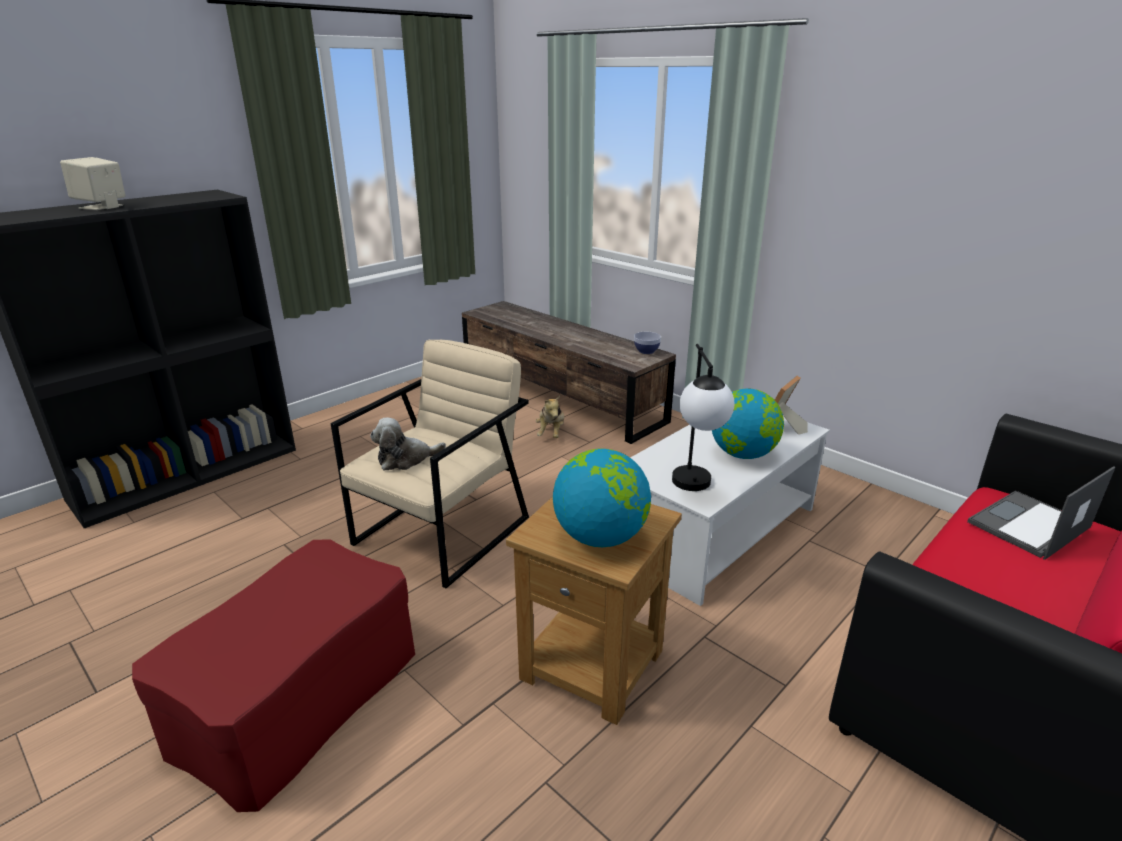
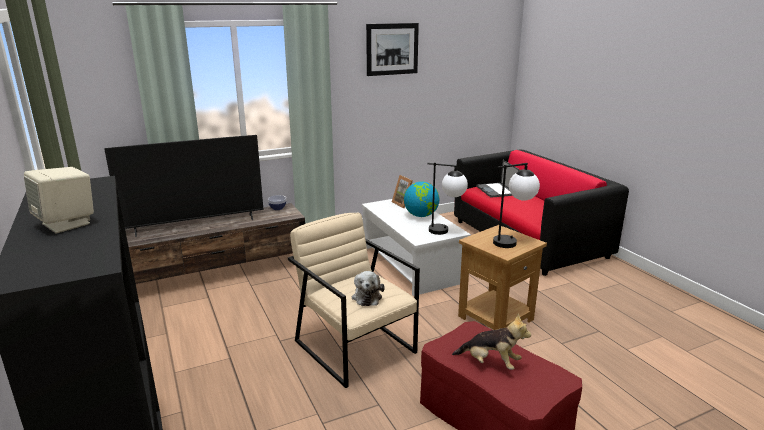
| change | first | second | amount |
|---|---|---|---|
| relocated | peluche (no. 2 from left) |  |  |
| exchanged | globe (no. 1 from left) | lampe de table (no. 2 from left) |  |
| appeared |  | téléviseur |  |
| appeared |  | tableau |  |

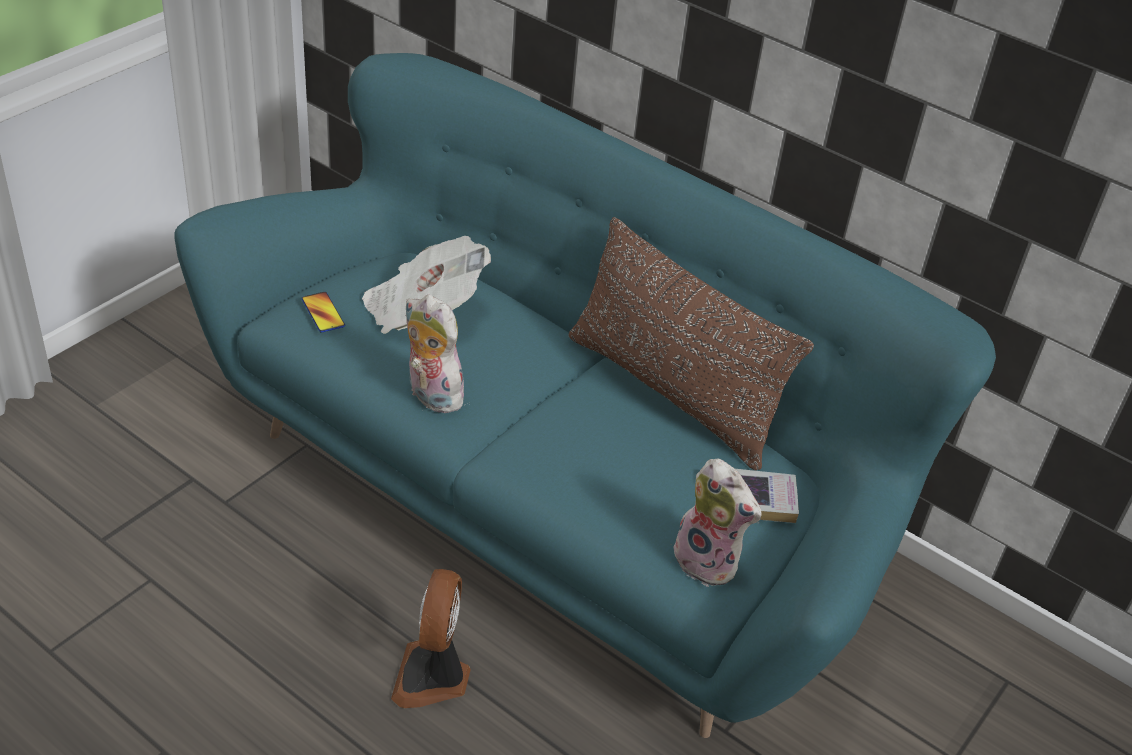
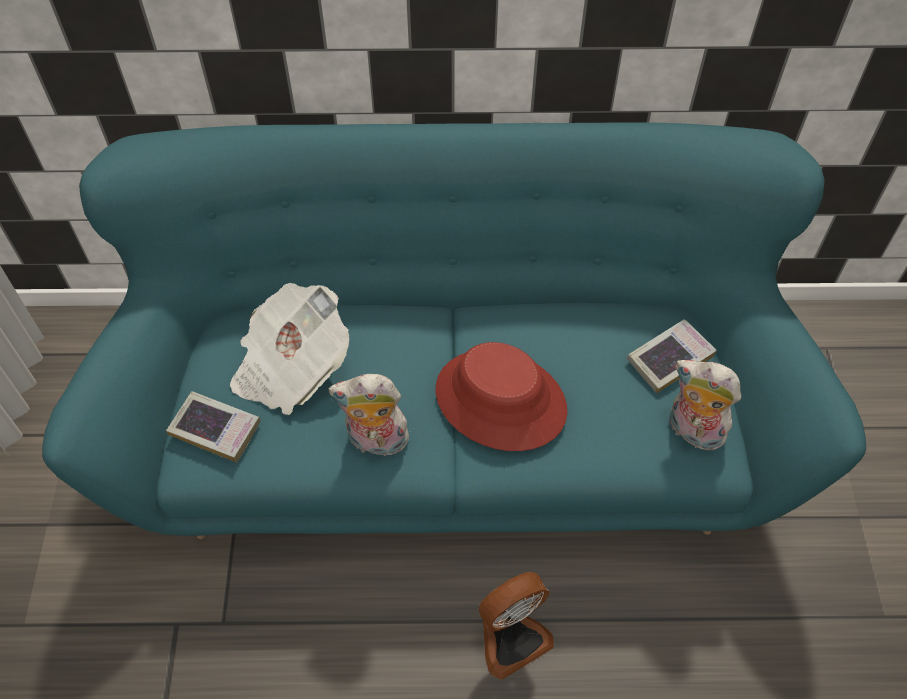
| change | first | second | amount |
|---|---|---|---|
| exchanged | téléphone | livre (no. 1 from left) |  |
| spun | ventilateur |  | 90 degrees counterclockwise |
| missing | coussin (marron) |  |  |
| spun | peluche (no. 2 from left) |  | 150 degrees counterclockwise |
| appeared |  | chapeau (rouge) |  |

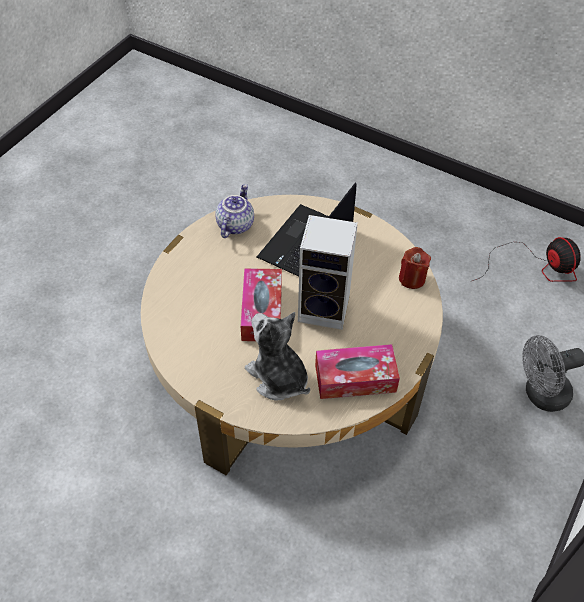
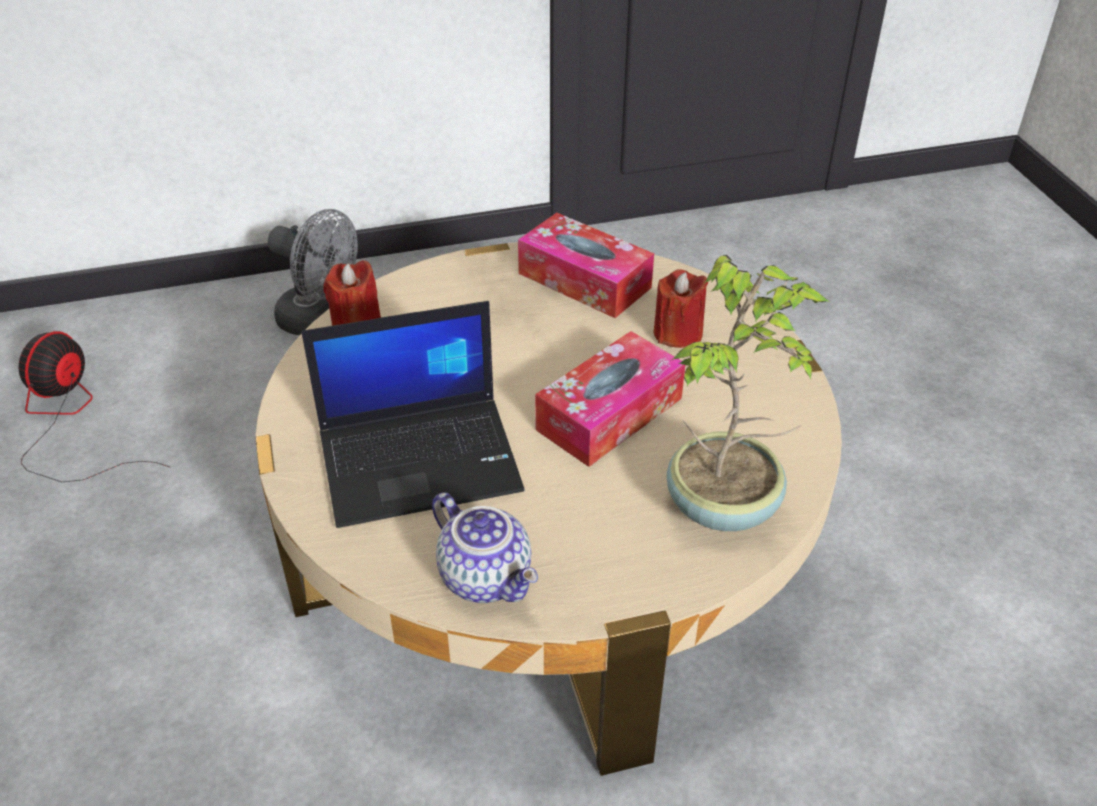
| change | first | second | amount |
|---|---|---|---|
| spun | théière |  | 105 degrees counterclockwise |
| exchanged | peluche | bougie (rouge) (no. 2 from left) |  |
| missing | enceinte |  |  |
| appeared |  | plante en pot |  |

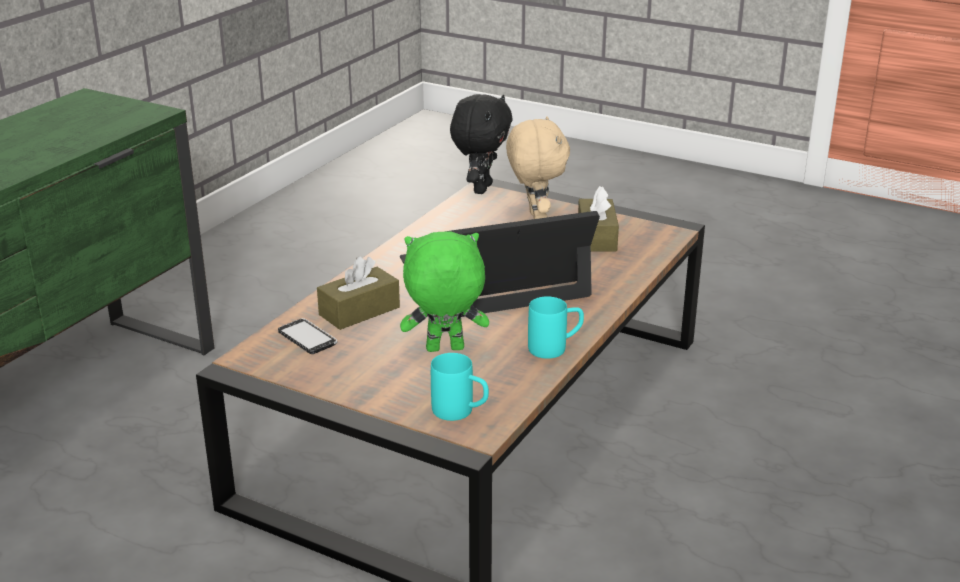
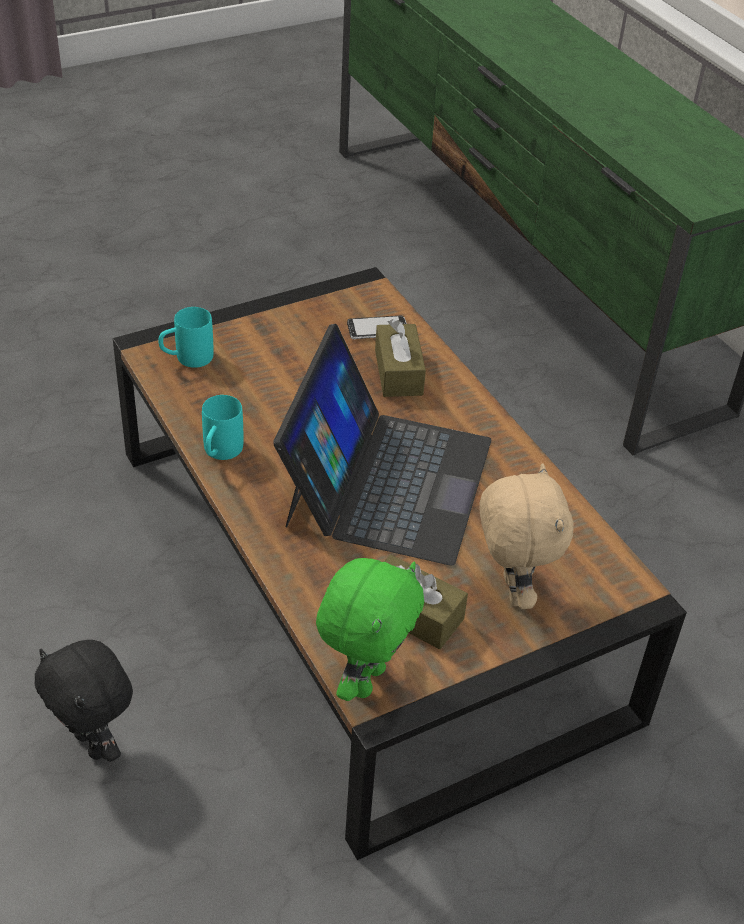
| change | first | second | amount |
|---|---|---|---|
| relocated | peluche (vert) |  |  |
| relocated | peluche (noir) |  |  |
| spun | peluche (beige) |  | 120 degrees counterclockwise |

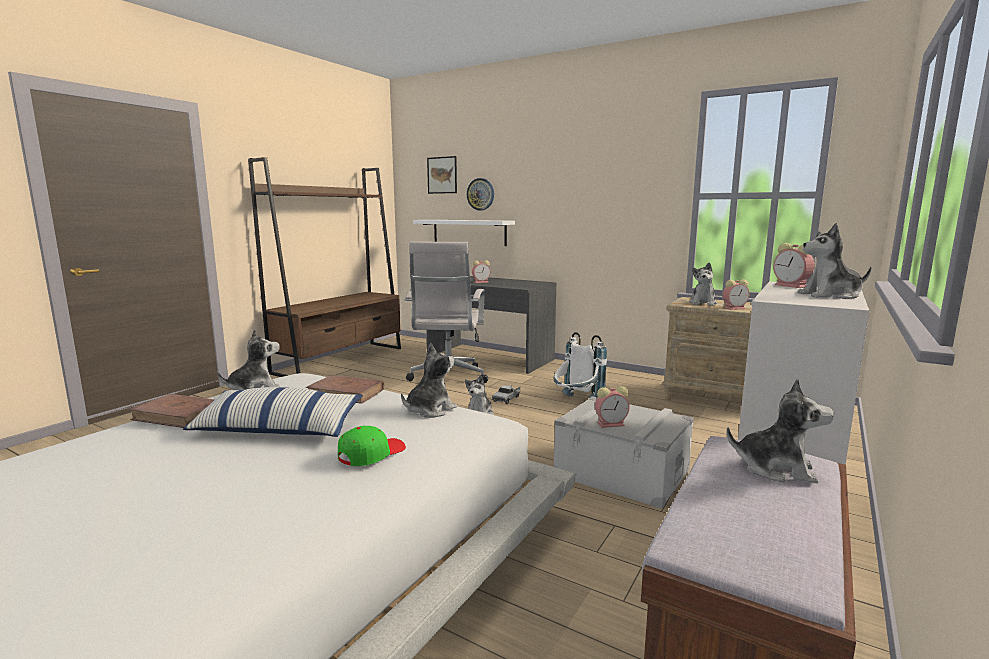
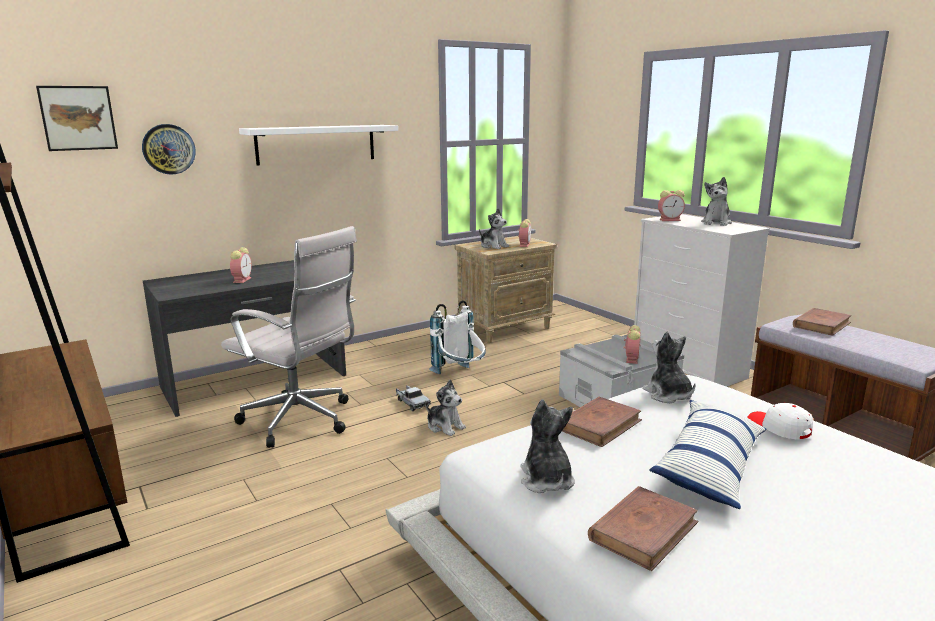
| change | first | second | amount |
|---|---|---|---|
| colour | casquette (vert) | casquette (blanc) |  |
| relocated | étagère (blanc) |  |  |
| exchanged | peluche (no. 5 from left) | livre (marron) (no. 3 from left) |  |

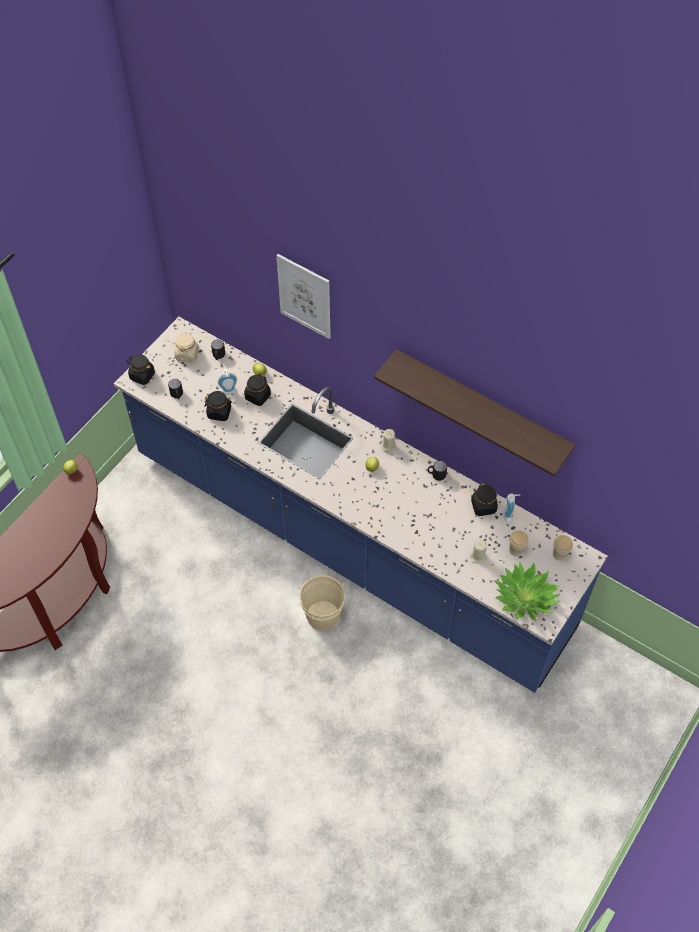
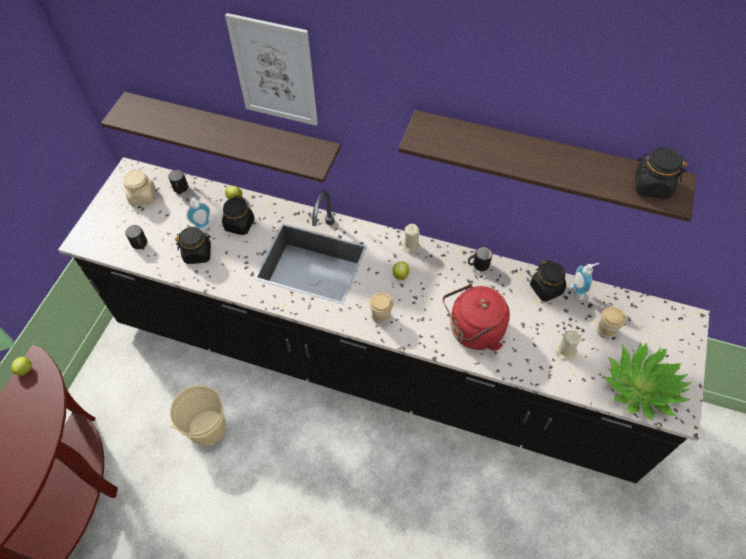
| change | first | second | amount |
|---|---|---|---|
| colour | comptoir de cuisine (bleu) | comptoir de cuisine (noir) |  |
| relocated | bocal (noir) (no. 1 from left in the first image) | bocal (noir) (no. 4 from left) |  |
| relocated | seau (beige) |  |  |
| relocated | tasse (no. 2 from left in the first image) | tasse (no. 1 from left) |  |
| appeared |  | étagère (no. 1 from left) |  |
| appeared |  | bouilloire (rouge) |  |

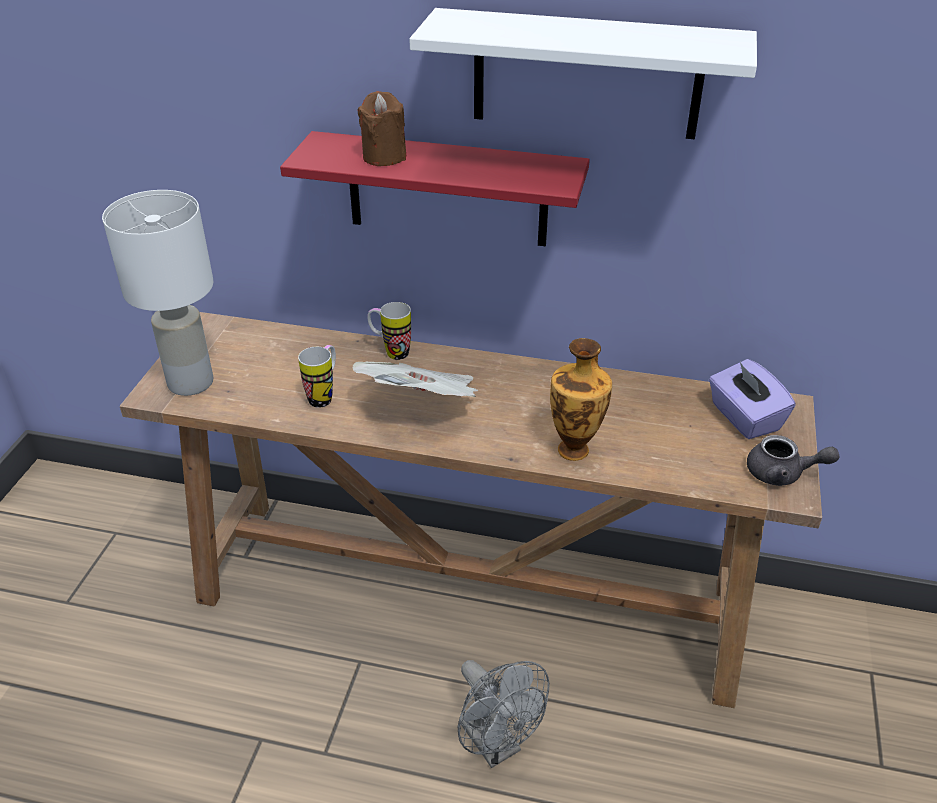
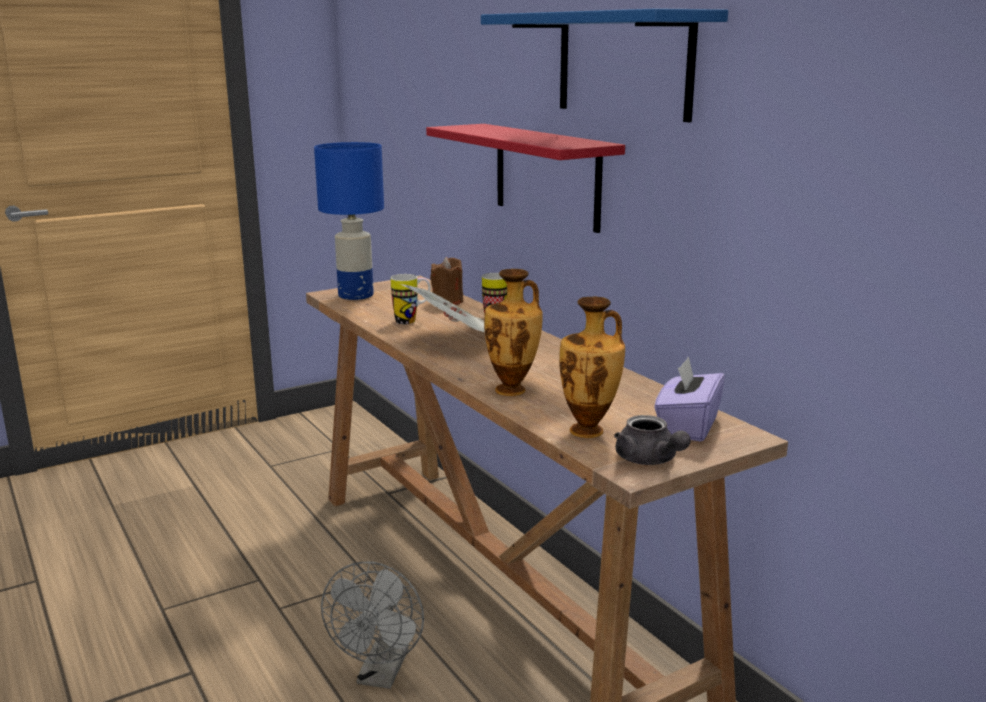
| change | first | second | amount |
|---|---|---|---|
| colour | lampe de table (blanc) | lampe de table (bleu) |  |
| relocated | bougie (marron) |  |  |
| colour | étagère (blanc) | étagère (bleu) |  |
| appeared |  | vase (no. 2 from left) |  |

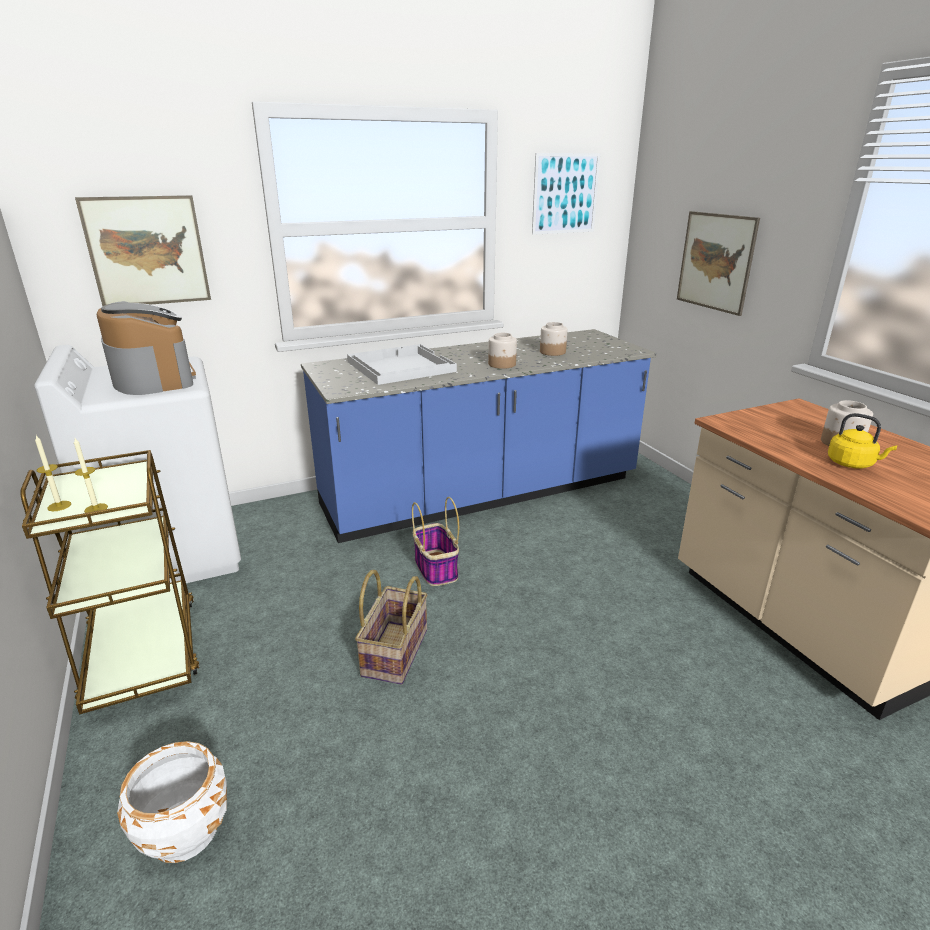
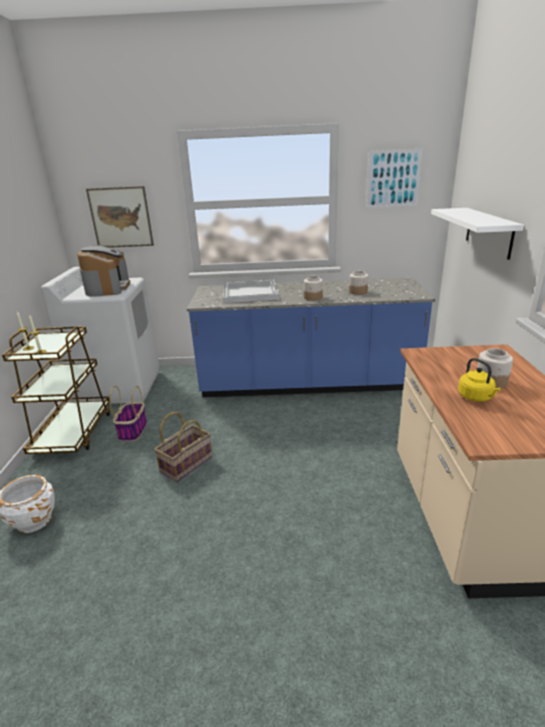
| change | first | second | amount |
|---|---|---|---|
| relocated | panier (no. 2 from left in the first image) | panier (no. 1 from left) |  |
| exchanged | tableau (no. 3 from left) | étagère (blanc) |  |

